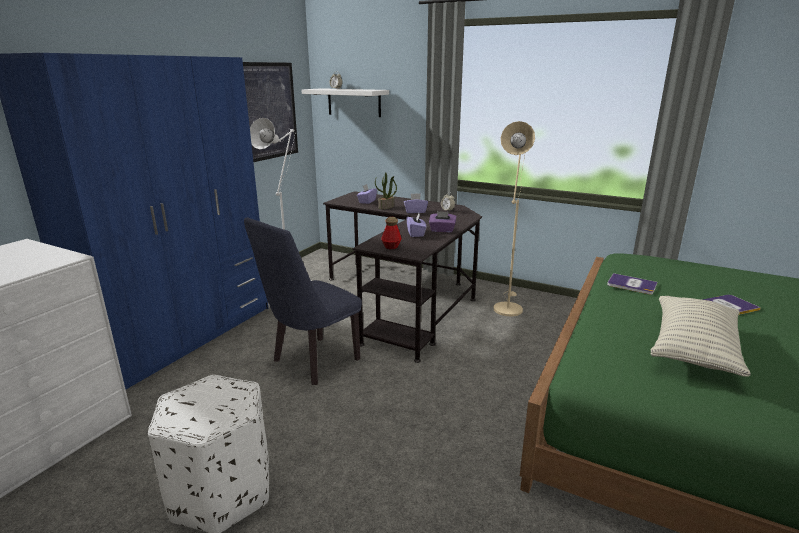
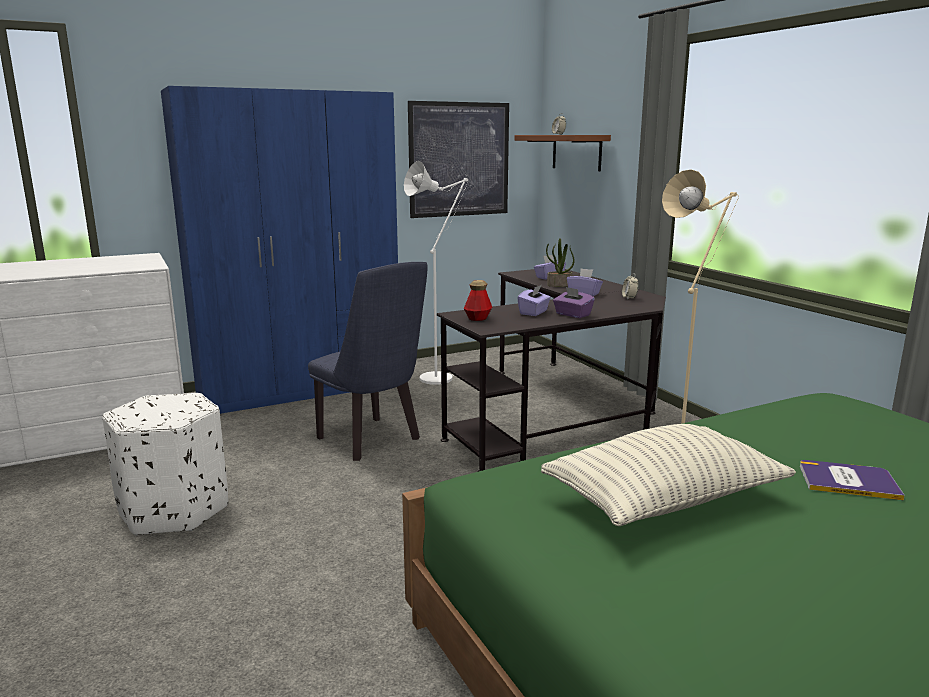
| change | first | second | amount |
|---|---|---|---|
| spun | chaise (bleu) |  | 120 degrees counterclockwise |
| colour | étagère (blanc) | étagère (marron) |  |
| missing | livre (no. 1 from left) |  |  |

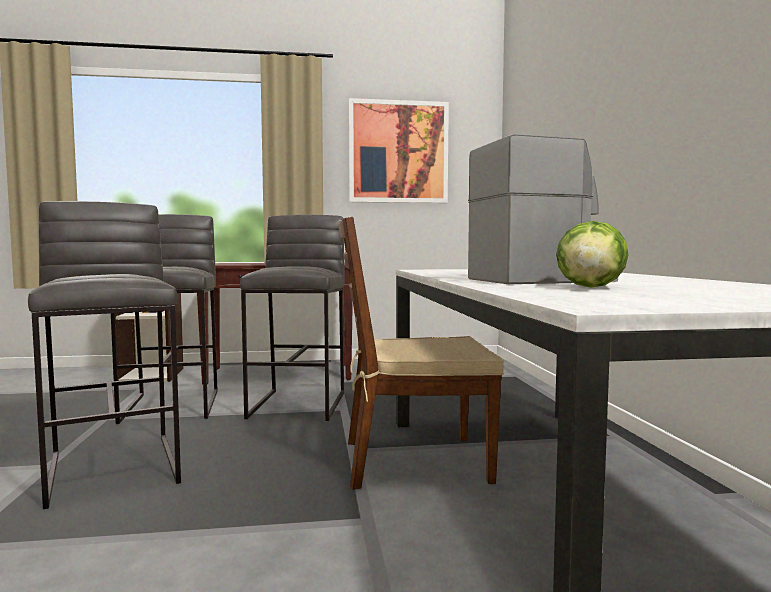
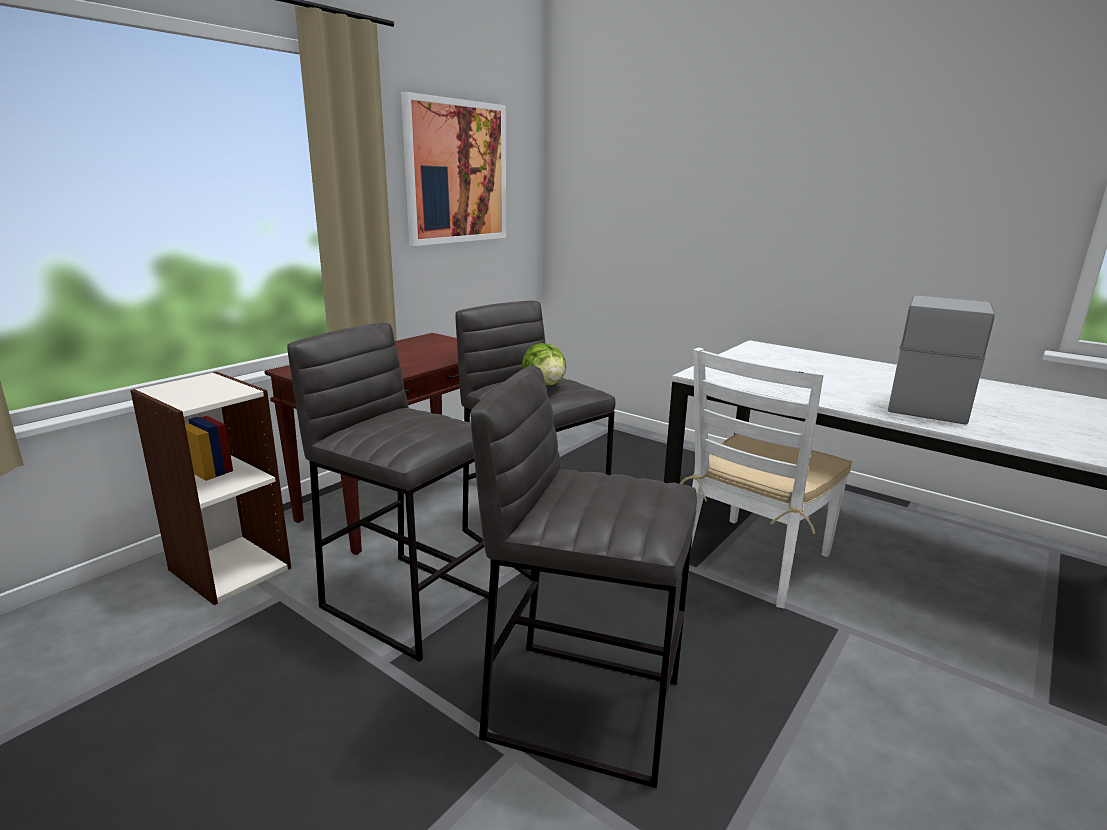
| change | first | second | amount |
|---|---|---|---|
| colour | chaise (marron) | chaise (blanc) |  |
| relocated | laitue |  |  |

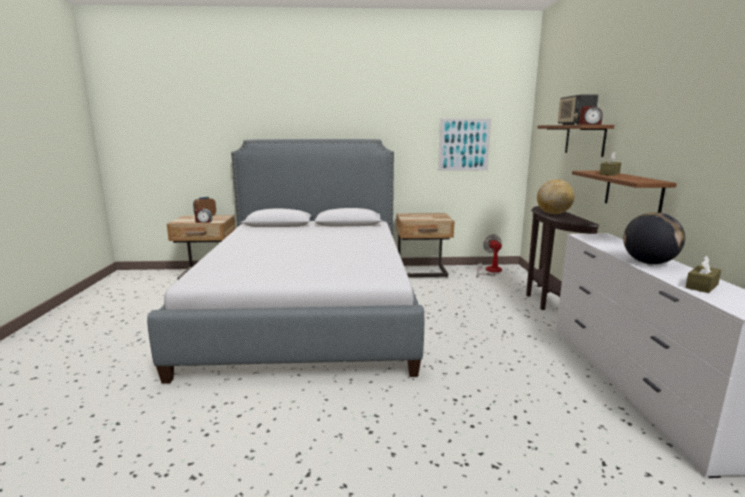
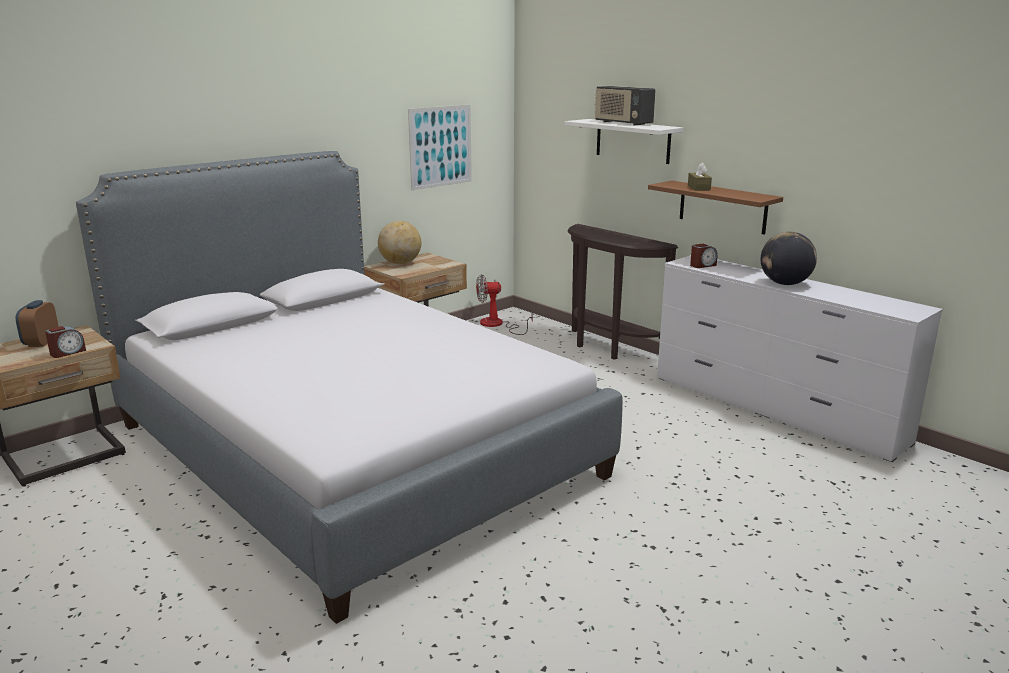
| change | first | second | amount |
|---|---|---|---|
| spun | ventilateur |  | 45 degrees counterclockwise |
| colour | étagère (marron) (no. 1 from left) | étagère (blanc) |  |
| relocated | globe (no. 1 from left) |  |  |
| relocated | réveil (no. 3 from left) |  |  |
| missing | boîte à mouchoirs (marron) (no. 2 from left) |  |  |

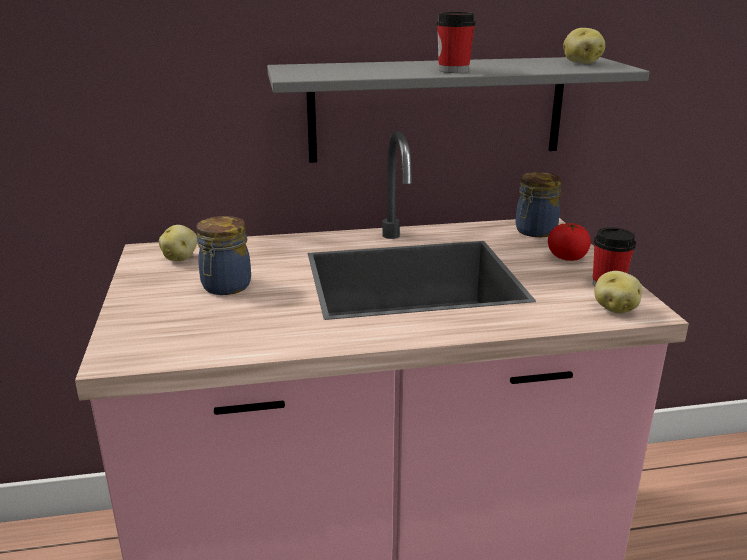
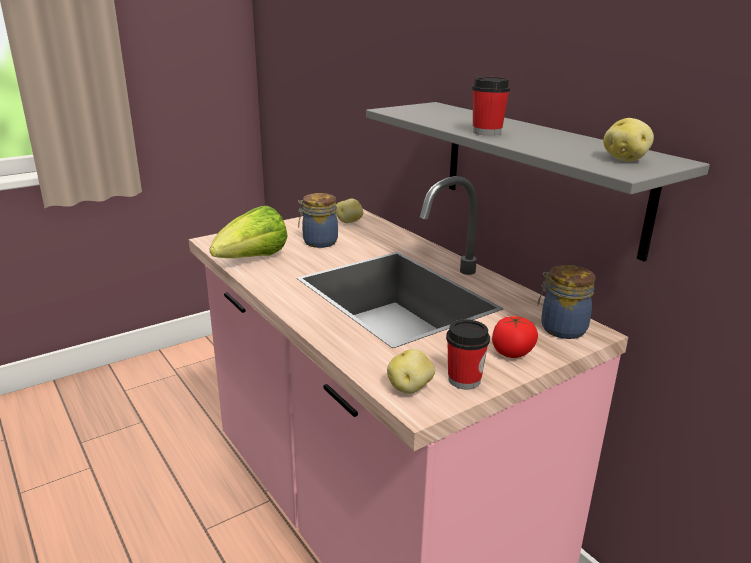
| change | first | second | amount |
|---|---|---|---|
| appeared |  | laitue |  |

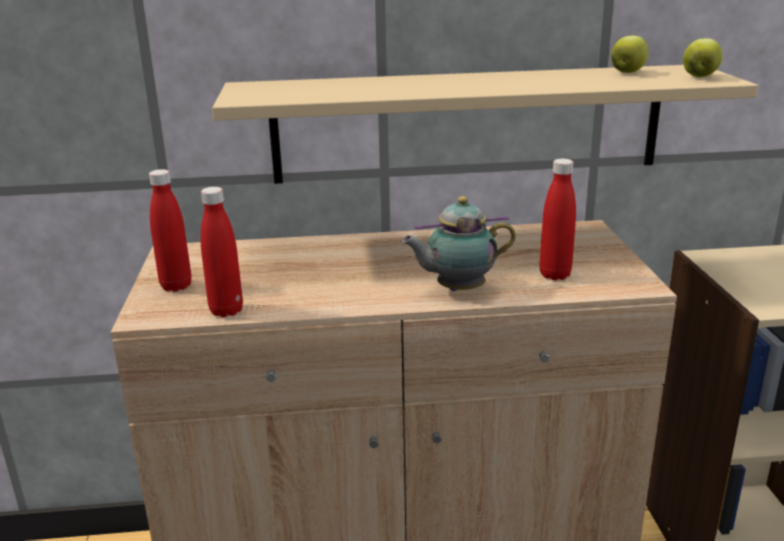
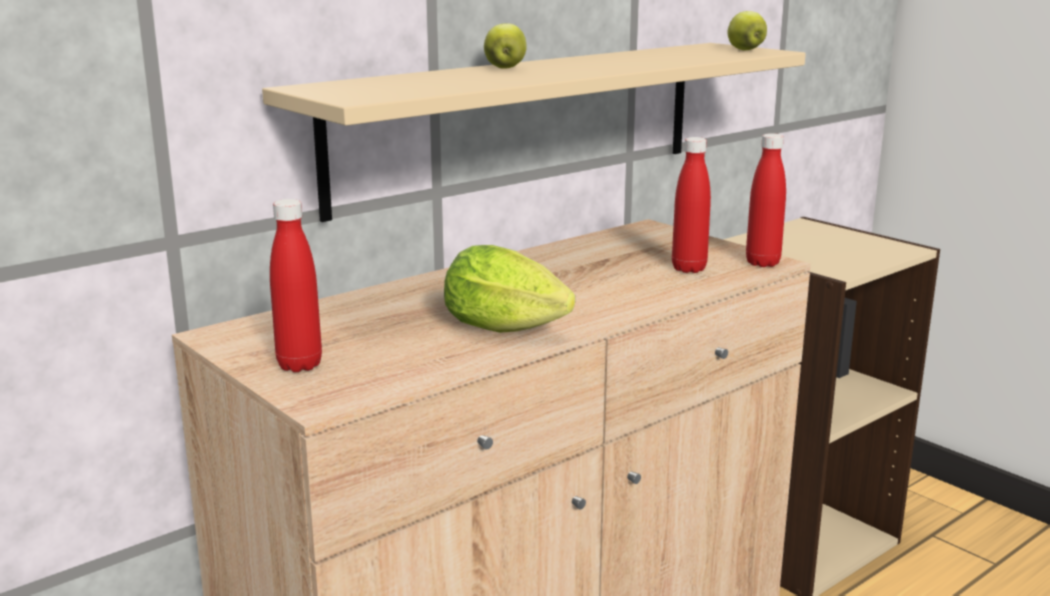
| change | first | second | amount |
|---|---|---|---|
| relocated | bouteille (rouge) (no. 2 from left in the first image) | bouteille (rouge) (no. 3 from left) |  |
| missing | théière |  |  |
| relocated | pomme (no. 1 from left) |  |  |
| appeared |  | laitue |  |

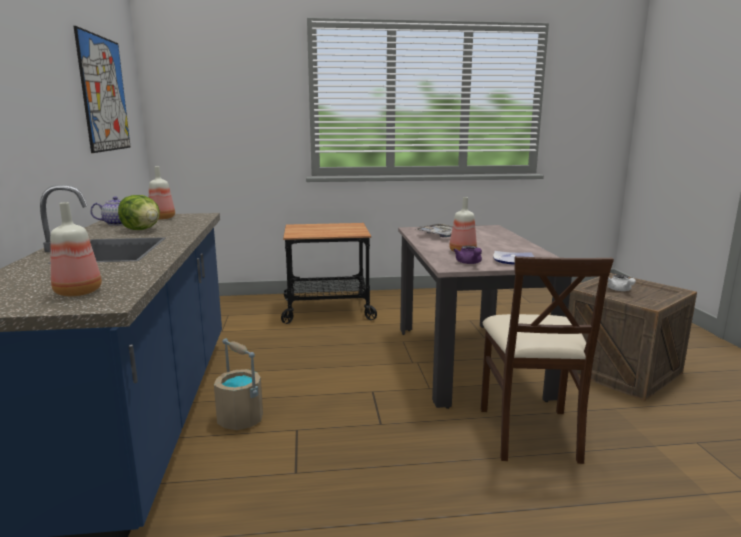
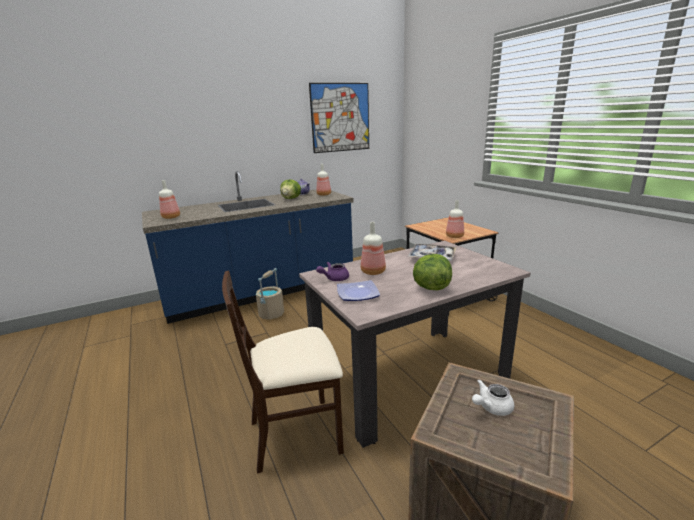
| change | first | second | amount |
|---|---|---|---|
| appeared |  | laitue (no. 2 from left) |  |
| appeared |  | bouteille (no. 4 from left) |  |

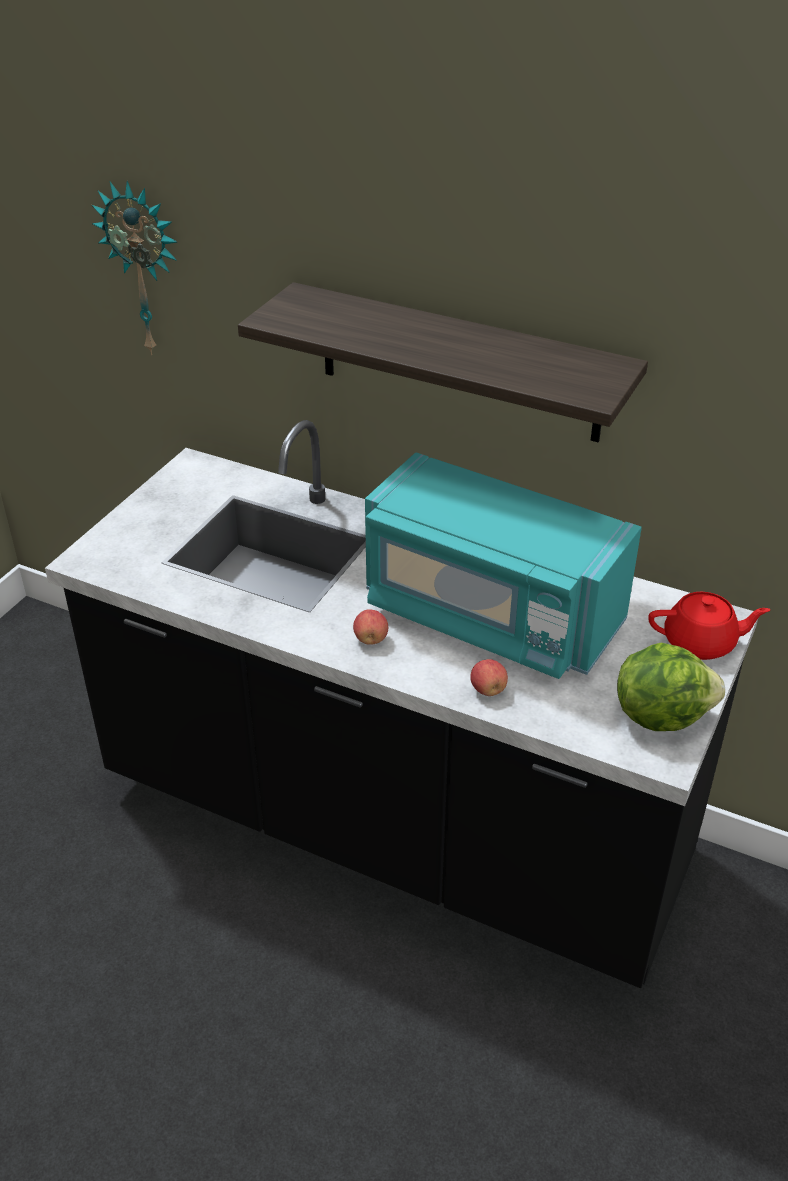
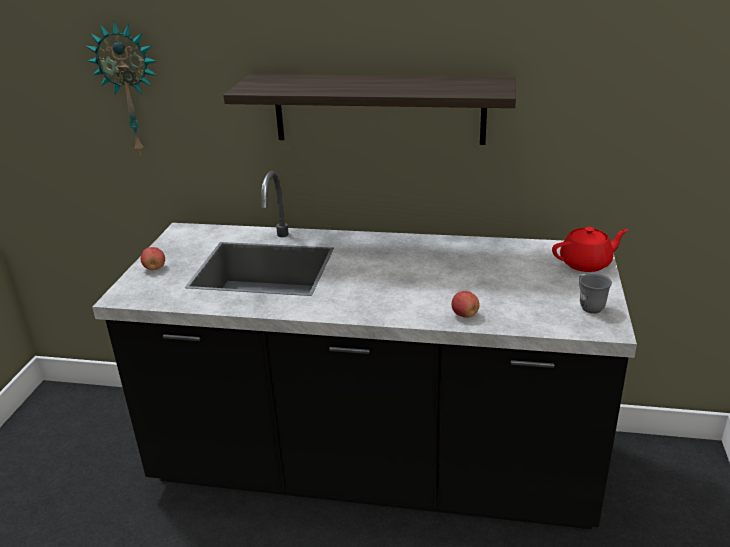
| change | first | second | amount |
|---|---|---|---|
| relocated | pomme (no. 1 from left) |  |  |
| missing | micro-ondes (turquoise) |  |  |
| exchanged | laitue | mug (gris) |  |

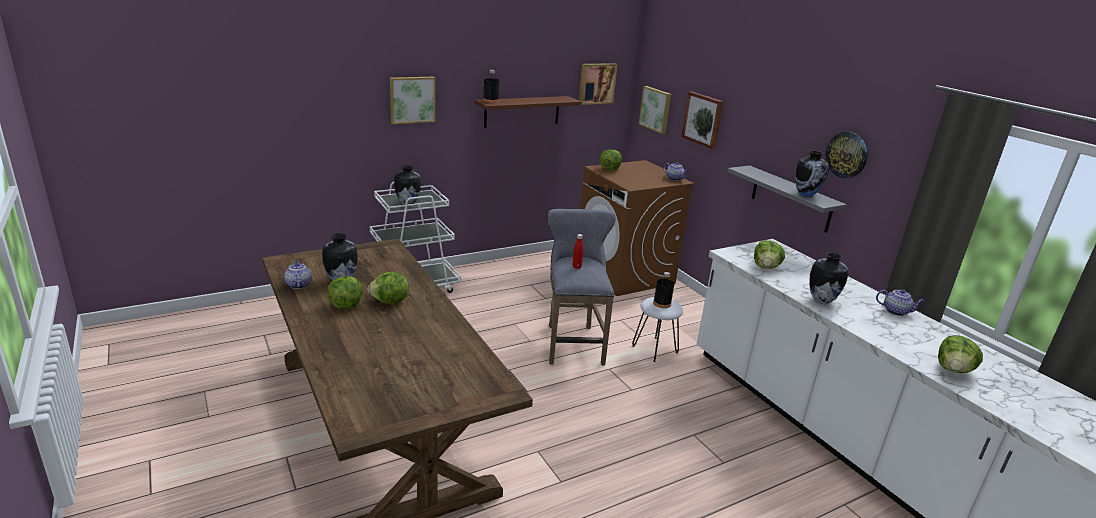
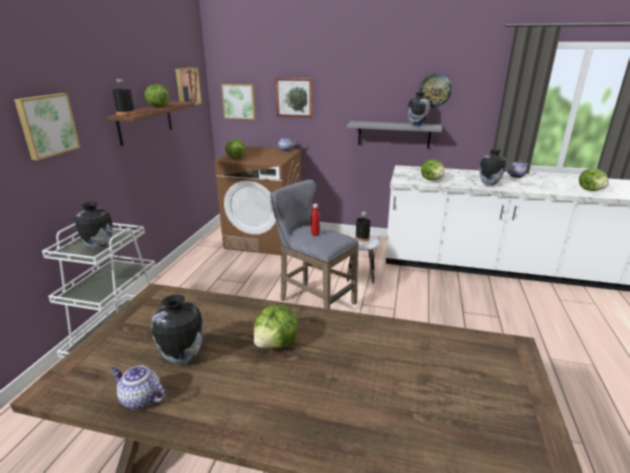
| change | first | second | amount |
|---|---|---|---|
| relocated | laitue (no. 1 from left) |  |  |

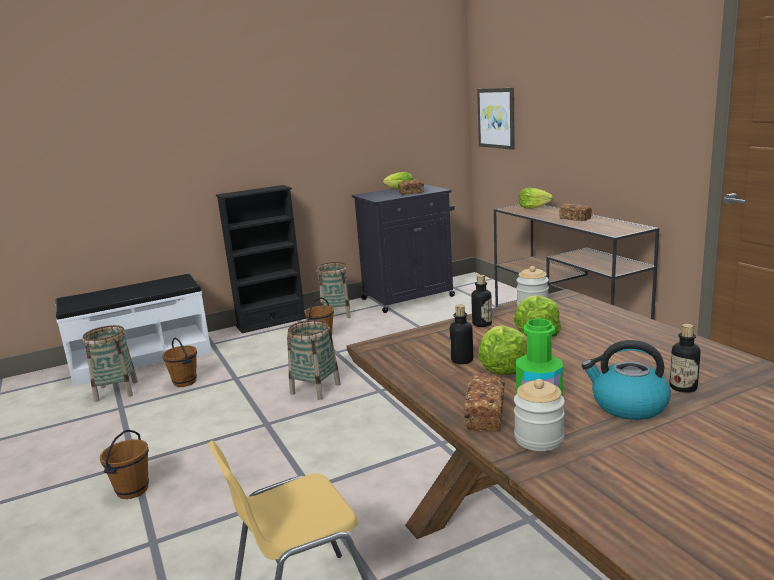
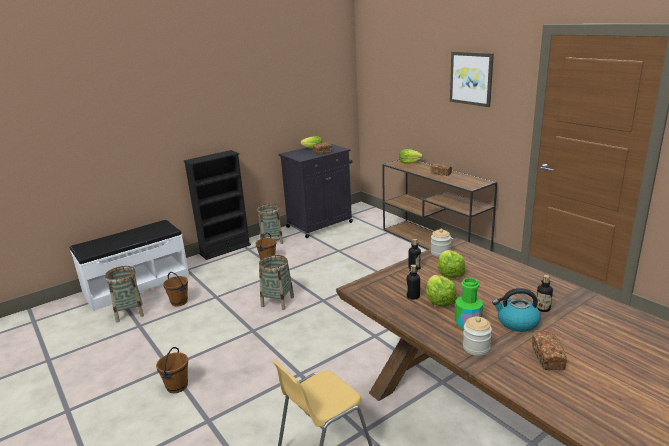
| change | first | second | amount |
|---|---|---|---|
| relocated | pain (no. 2 from left in the first image) | pain (no. 3 from left) |  |
| relocated | tableau |  |  |

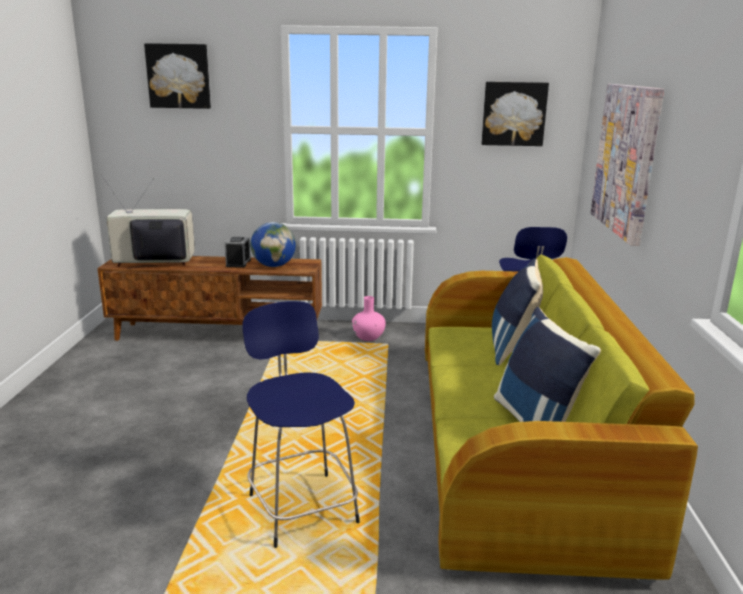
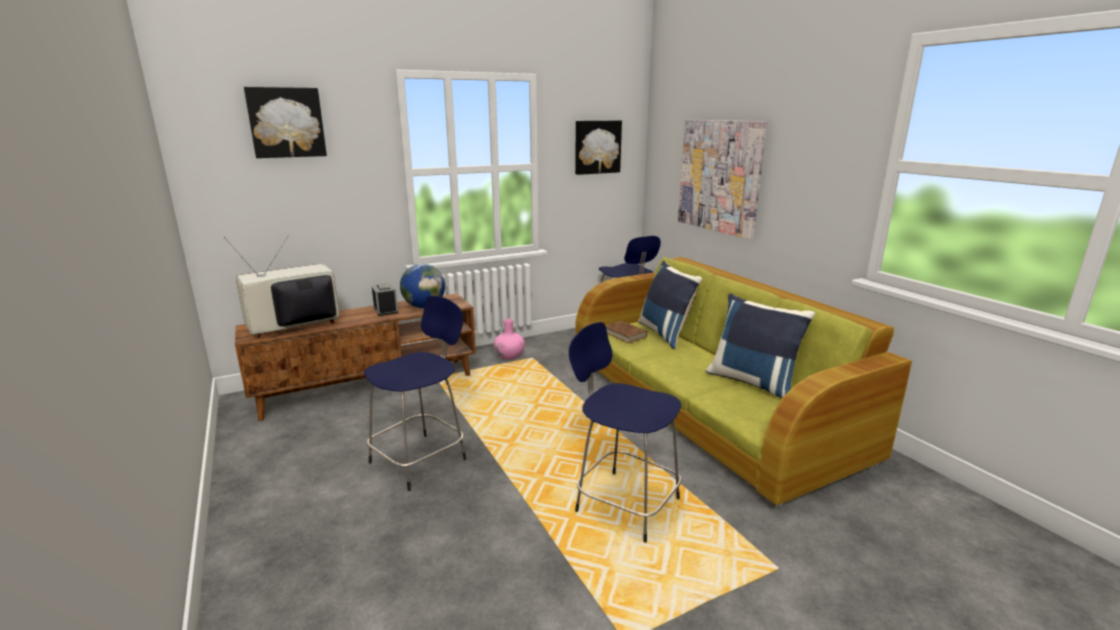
| change | first | second | amount |
|---|---|---|---|
| appeared |  | tabouret (bleu) (no. 1 from left) |  |
| appeared |  | livre (marron) |  |

